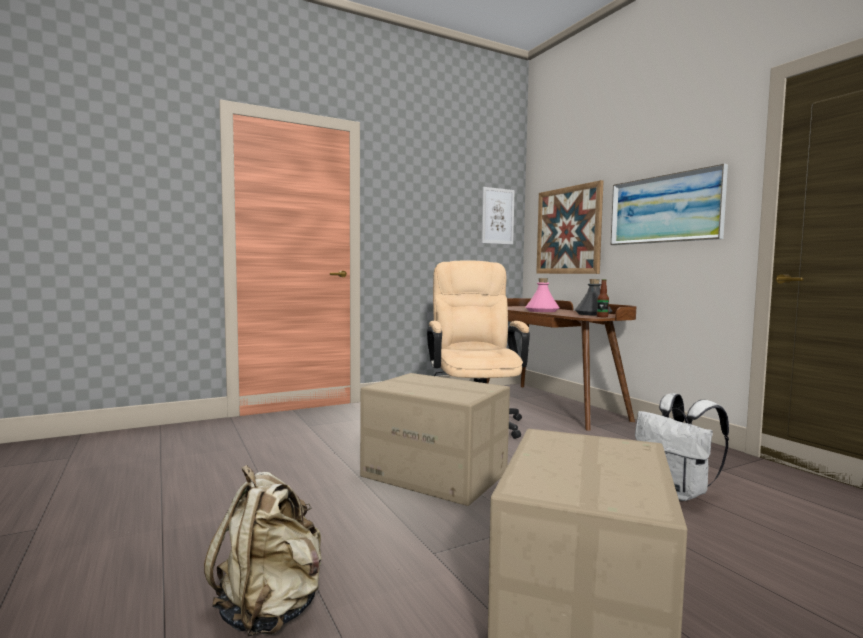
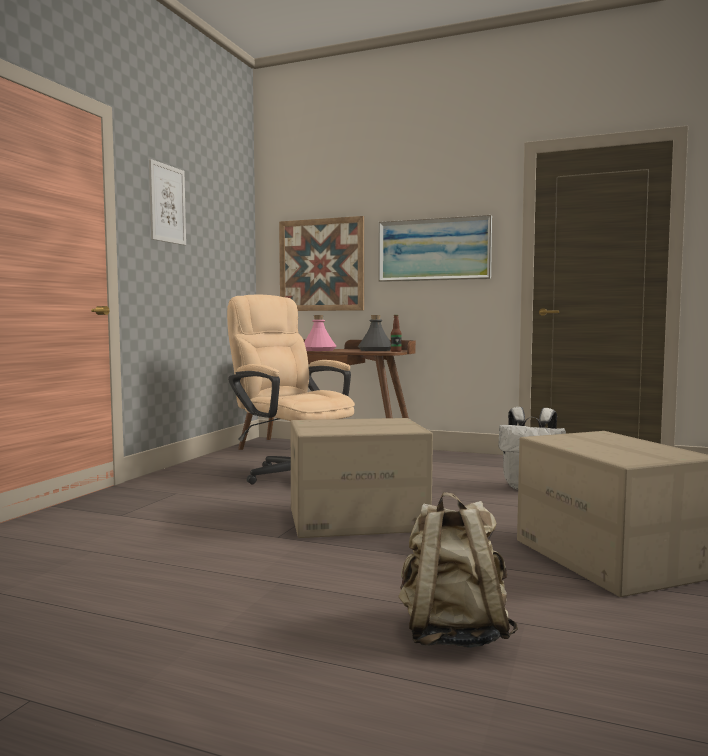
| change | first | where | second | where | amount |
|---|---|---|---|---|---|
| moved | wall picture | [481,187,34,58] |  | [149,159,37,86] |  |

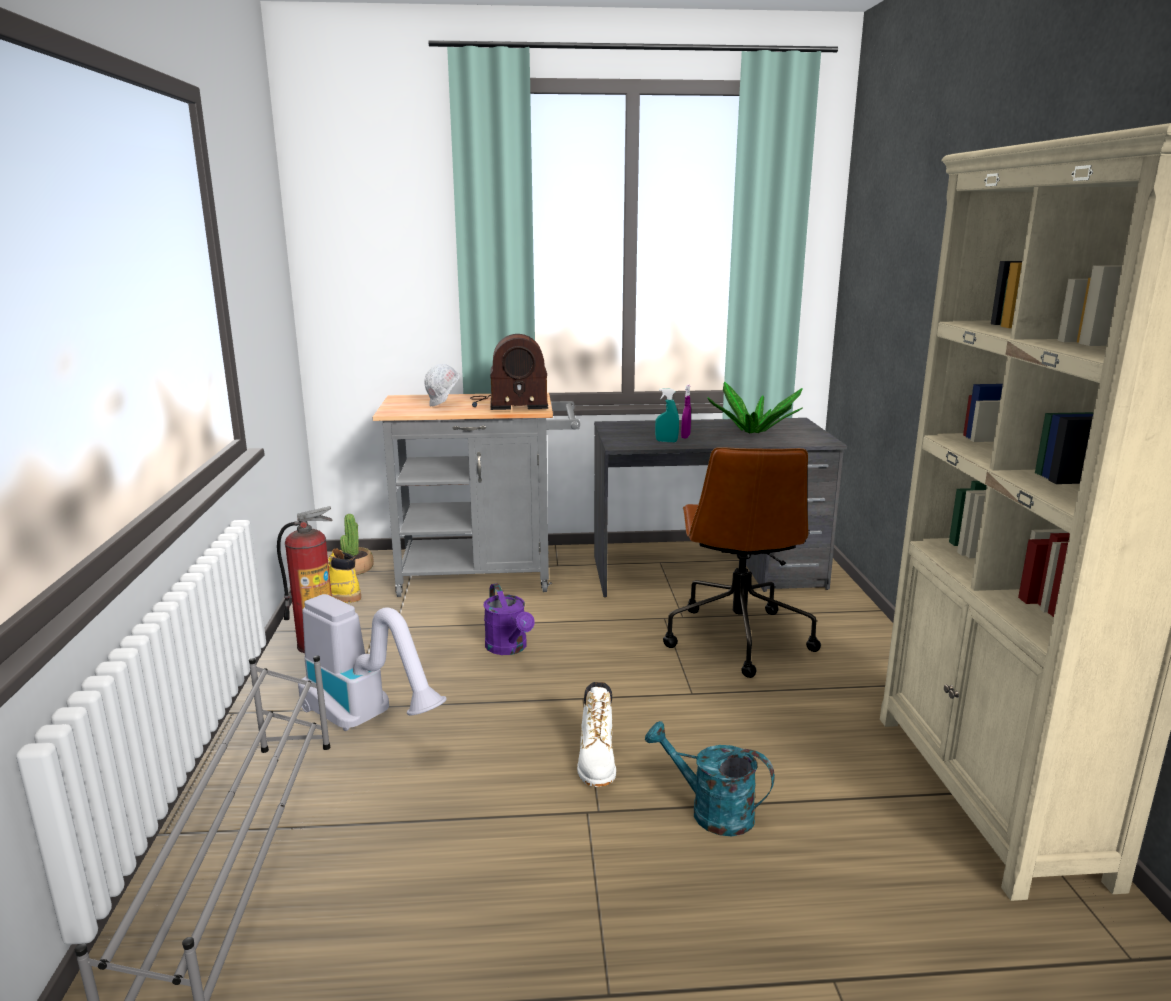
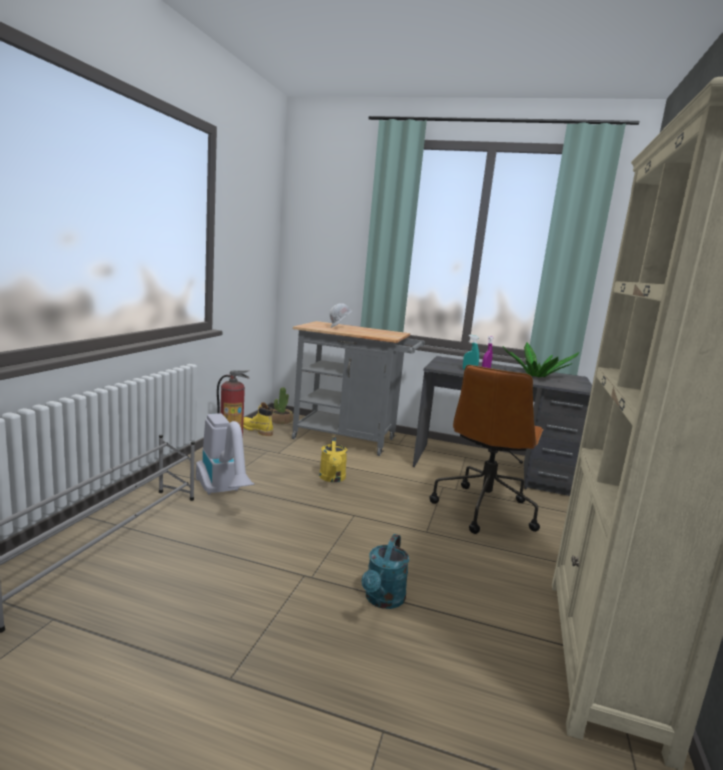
| change | first | where | second | where | amount |
|---|---|---|---|---|---|
| removed | radio receiver | [470,334,78,76] |  |  |  |
| recoloured | purple-coloured sprinkling can | [483,583,51,72] | yellowish sprinkling can | [319,437,28,45] |  |
| removed | white boot | [577,682,39,105] |  |  |  |
| turned | blue-green sprinkling can | [645,721,130,115] |  | [362,534,47,75] | 120 degrees counterclockwise |

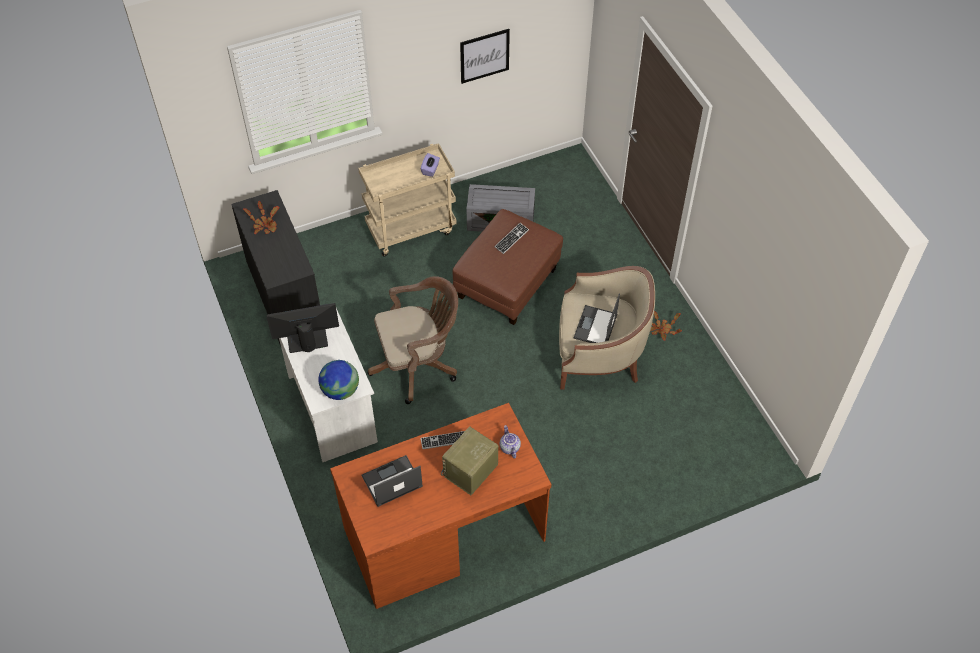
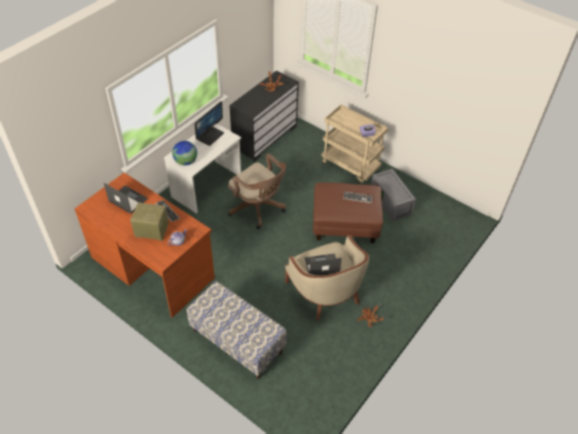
| change | first | where | second | where | amount |
|---|---|---|---|---|---|
| turned | monitor | [266,303,73,50] |  | [194,101,30,45] | 75 degrees clockwise |
| removed | wall picture | [460,29,50,55] |  |  |  |
| added |  |  | indoor bench | [187,281,100,98] |  |

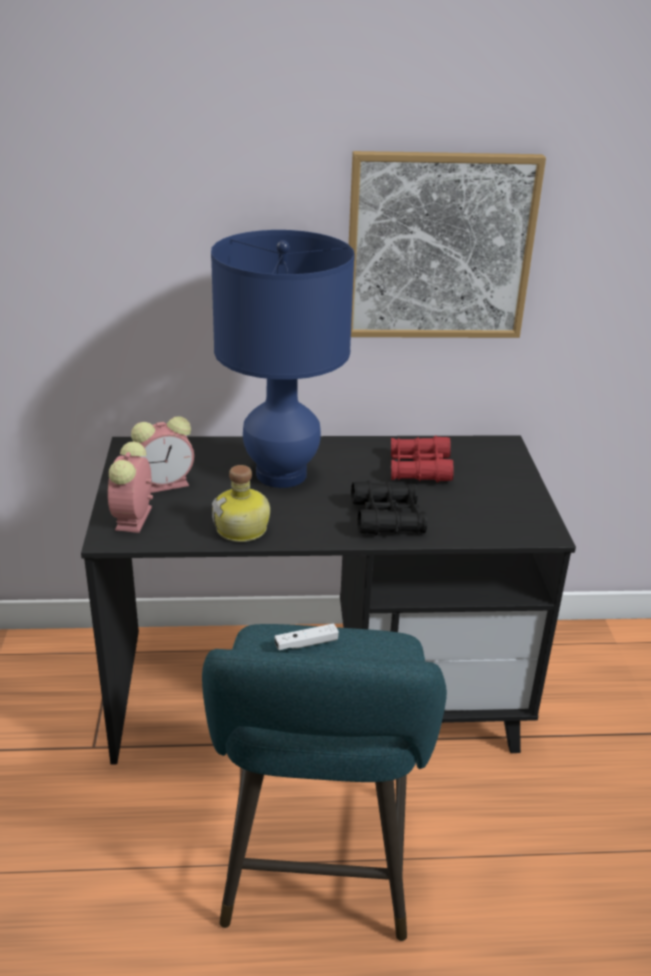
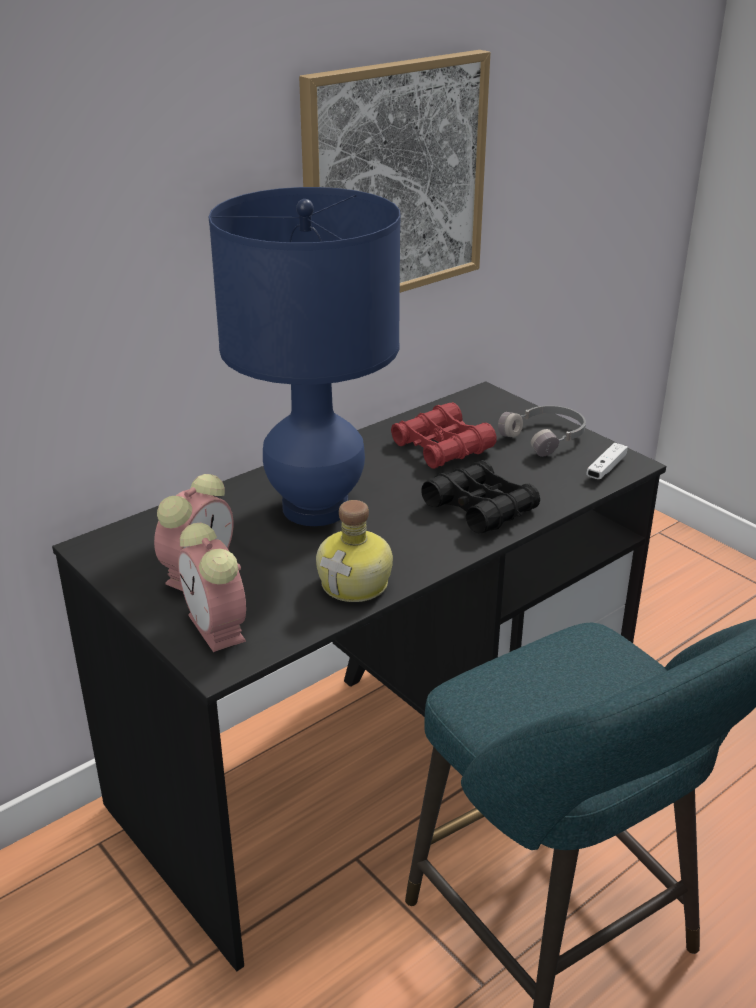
| change | first | where | second | where | amount |
|---|---|---|---|---|---|
| moved | white gamepad | [274,623,65,27] |  | [586,443,42,36] |  |
| added |  |  | gray pair of headphones | [498,405,88,52] |  |

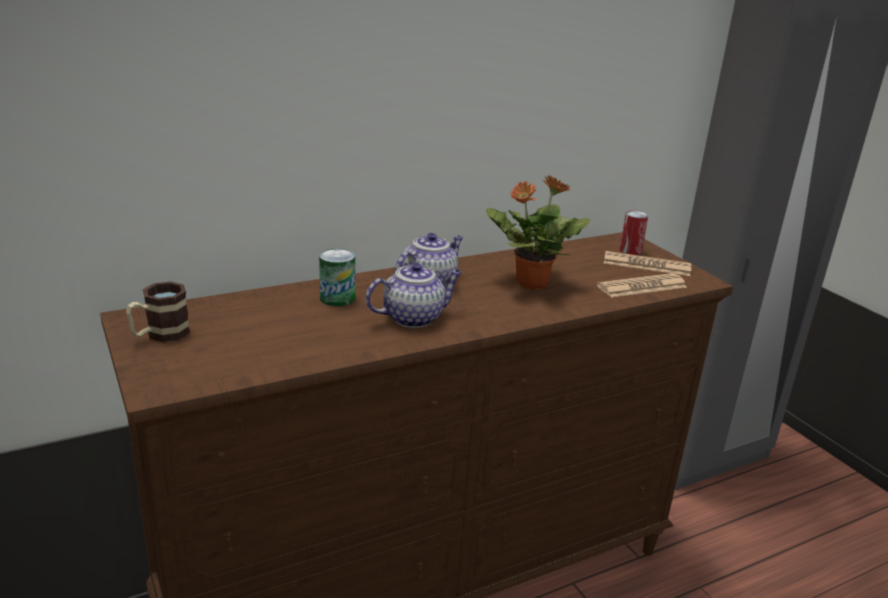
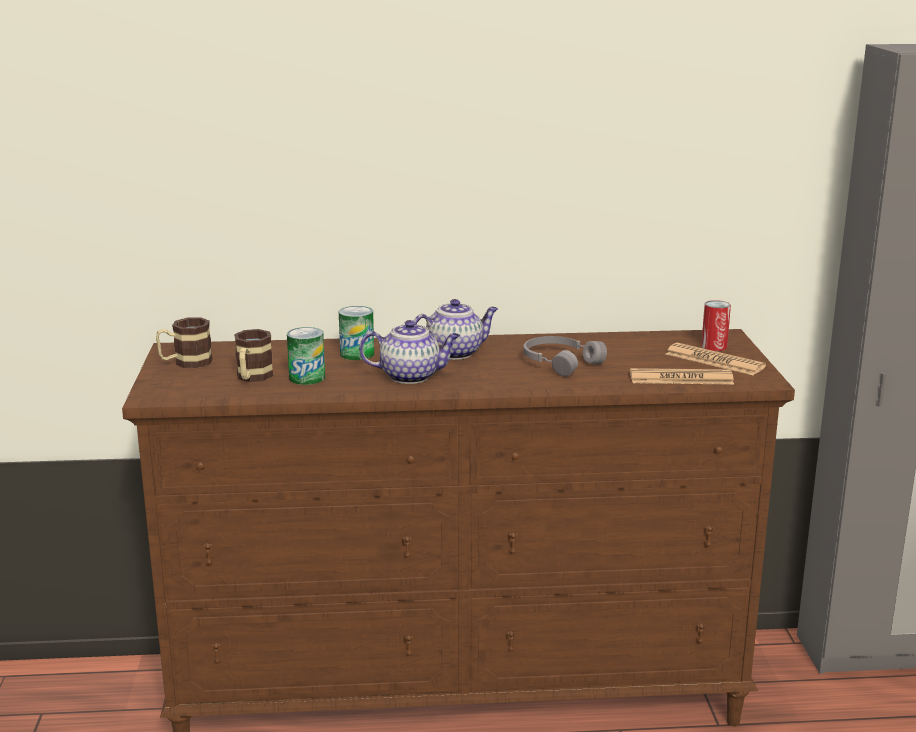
| change | first | where | second | where | amount |
|---|---|---|---|---|---|
| replaced | houseplant | [486,175,105,115] | gray pair of headphones | [523,336,84,40] |  |
| added |  |  | coffee mug | [234,329,40,53] |  |
| added |  |  | sealed can | [287,327,38,58] |  |

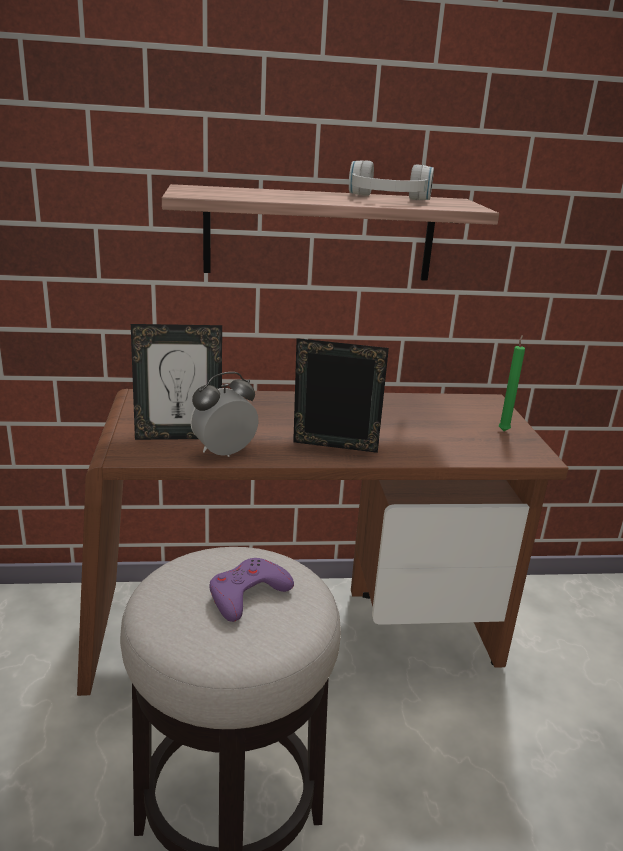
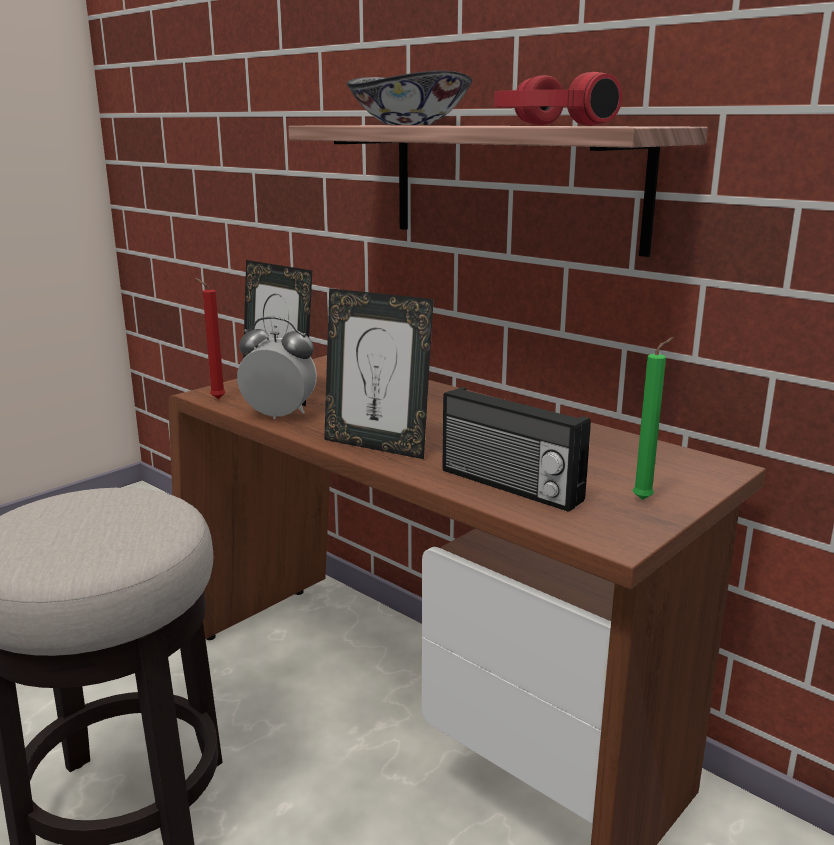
| change | first | where | second | where | amount |
|---|---|---|---|---|---|
| removed | purple-coloured gamepad | [209,558,85,64] |  |  |  |
| turned | standing frame | [293,338,96,115] |  | [324,288,110,171] | 150 degrees clockwise |
| recoloured | white pair of headphones | [349,160,85,40] | reddish pair of headphones | [494,72,128,53] |  |
| added |  |  | reddish wax candle | [195,278,30,121] |  |
| added |  |  | bowl | [346,71,126,54] |  |
| added |  |  | radio receiver | [442,387,149,125] |  |

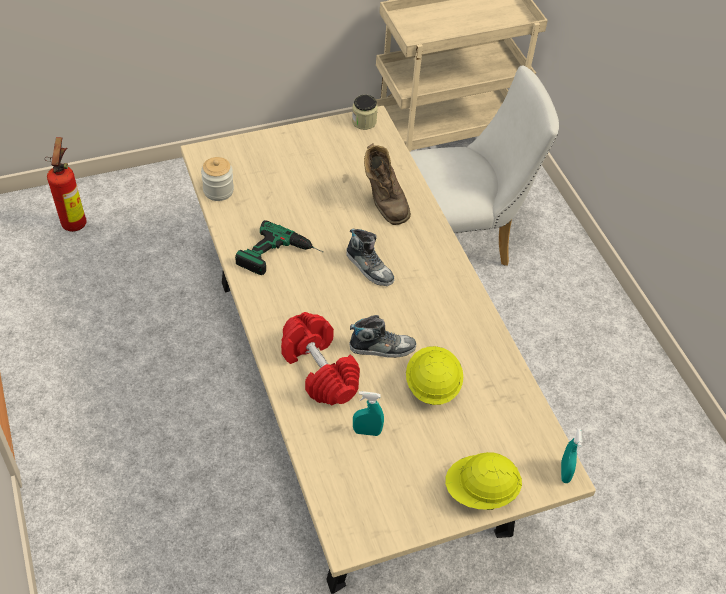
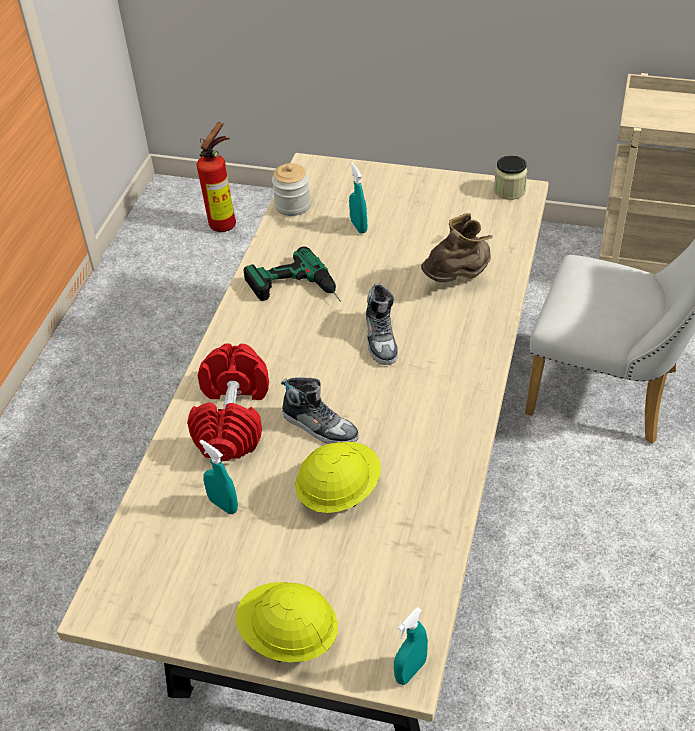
| change | first | where | second | where | amount |
|---|---|---|---|---|---|
| turned | brown boot | [364,143,47,82] |  | [421,213,71,69] | 150 degrees counterclockwise |
| added |  |  | blue-green spray bottle | [349,162,18,72] |  |

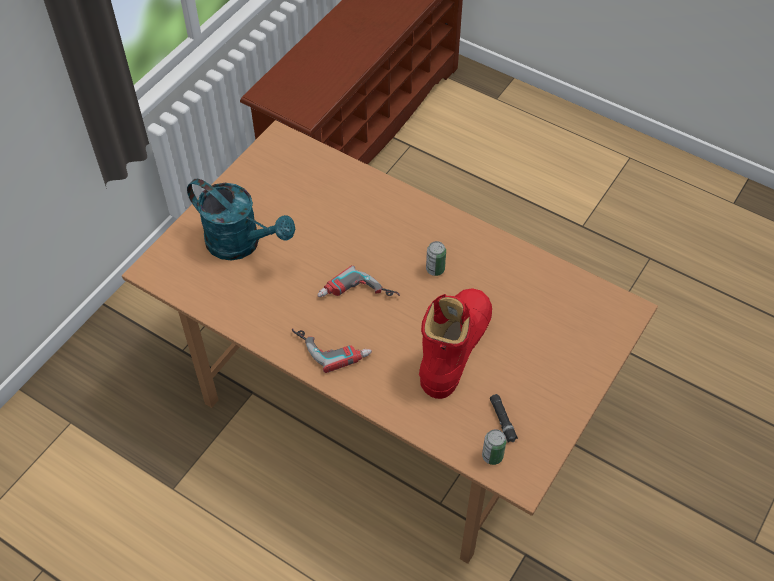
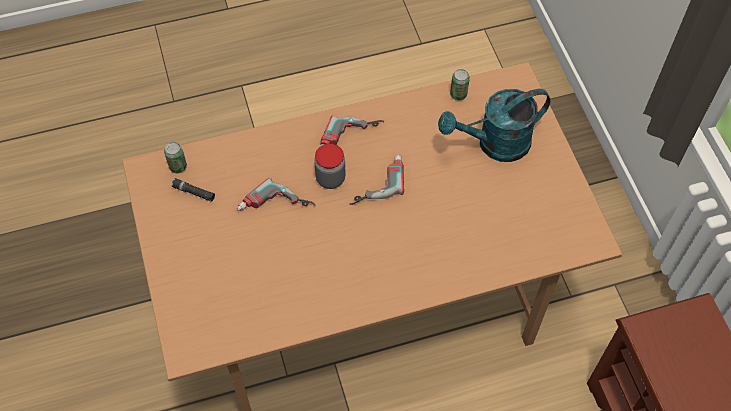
| change | first | where | second | where | amount |
|---|---|---|---|---|---|
| replaced | reddish boot | [419,288,73,111] | drill | [237,178,78,33] |  |
| moved | sealed can | [426,241,20,35] |  | [450,69,20,32] |  |
| added |  |  | storage jar | [314,144,32,45] |  |

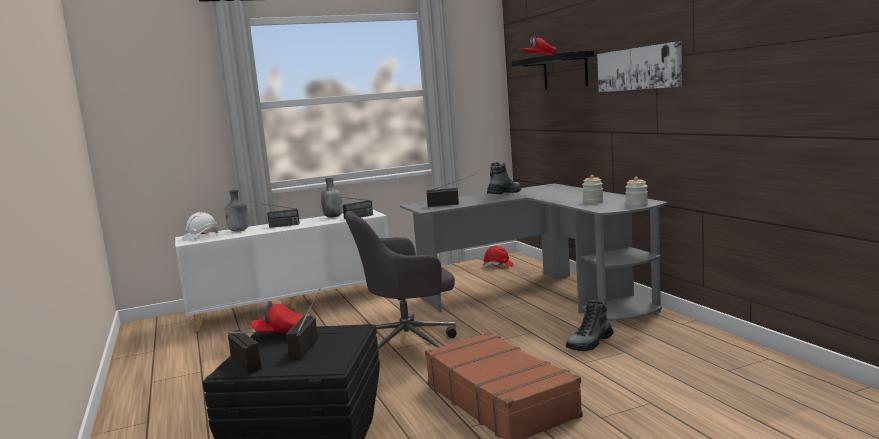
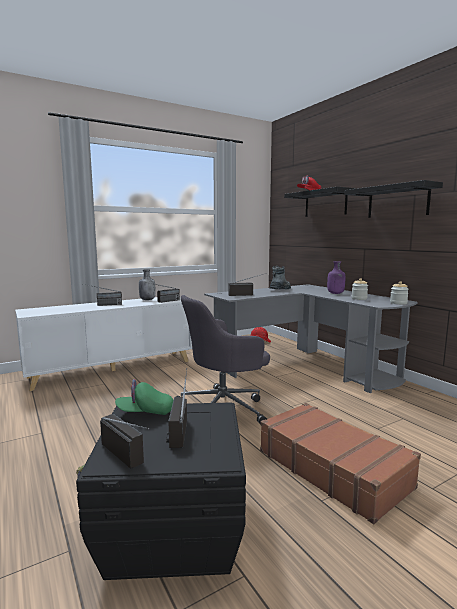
| change | first | where | second | where | amount |
|---|---|---|---|---|---|
| removed | white work helmet | [182,212,36,29] |  |  |  |
| removed | gray drink bottle | [225,190,24,42] |  |  |  |
| recoloured | reddish peaked cap | [251,301,52,32] | greenish peaked cap | [115,379,59,36] |  |
| removed | boot | [566,300,48,51] |  |  |  |
| replaced | wall picture | [597,41,85,51] | black bracket shelf | [344,180,99,38] |  |
| added |  |  | purple-coloured drink bottle | [327,261,18,33] |  |

